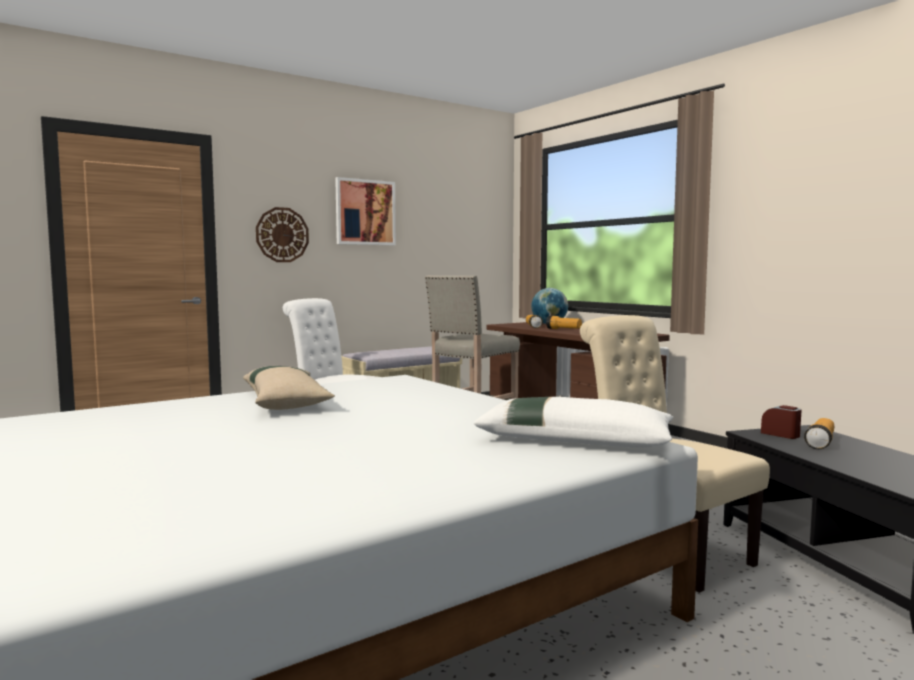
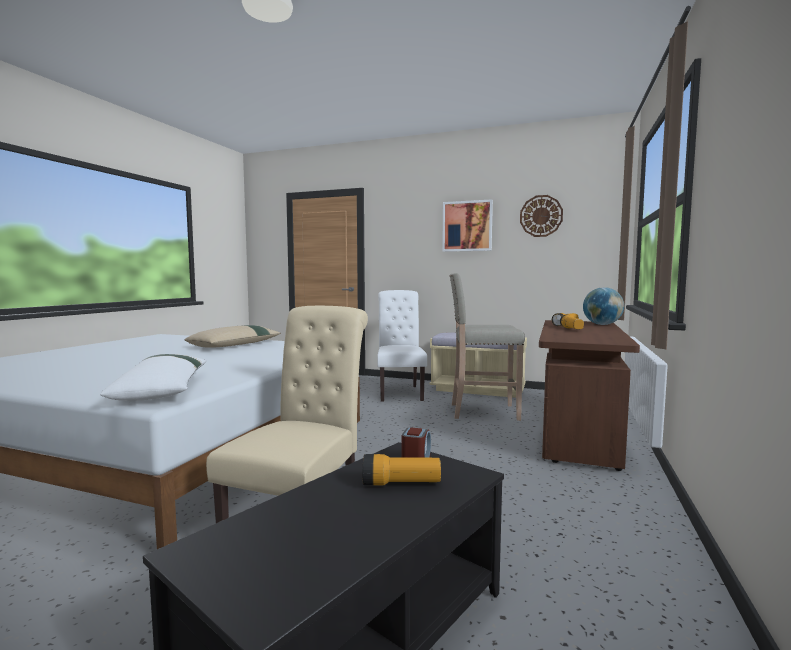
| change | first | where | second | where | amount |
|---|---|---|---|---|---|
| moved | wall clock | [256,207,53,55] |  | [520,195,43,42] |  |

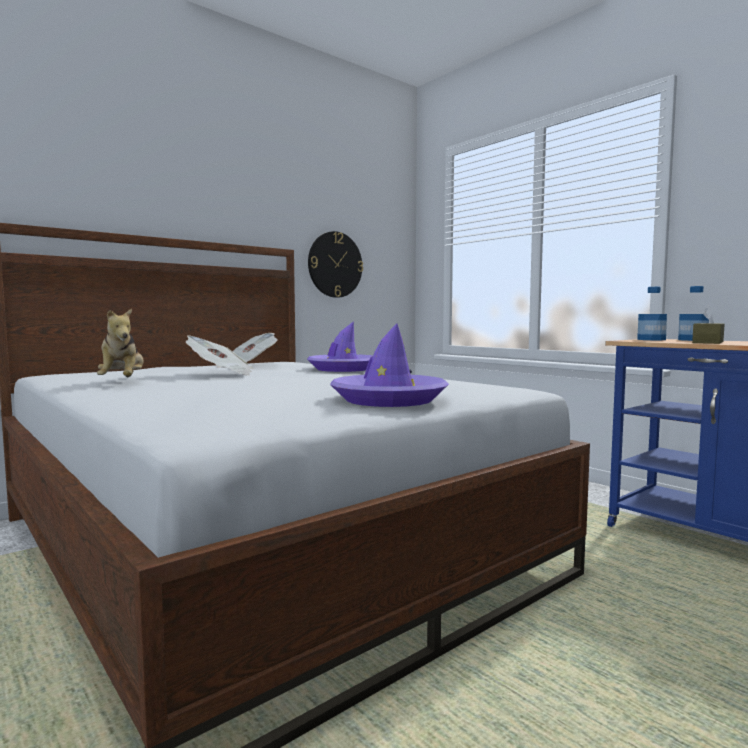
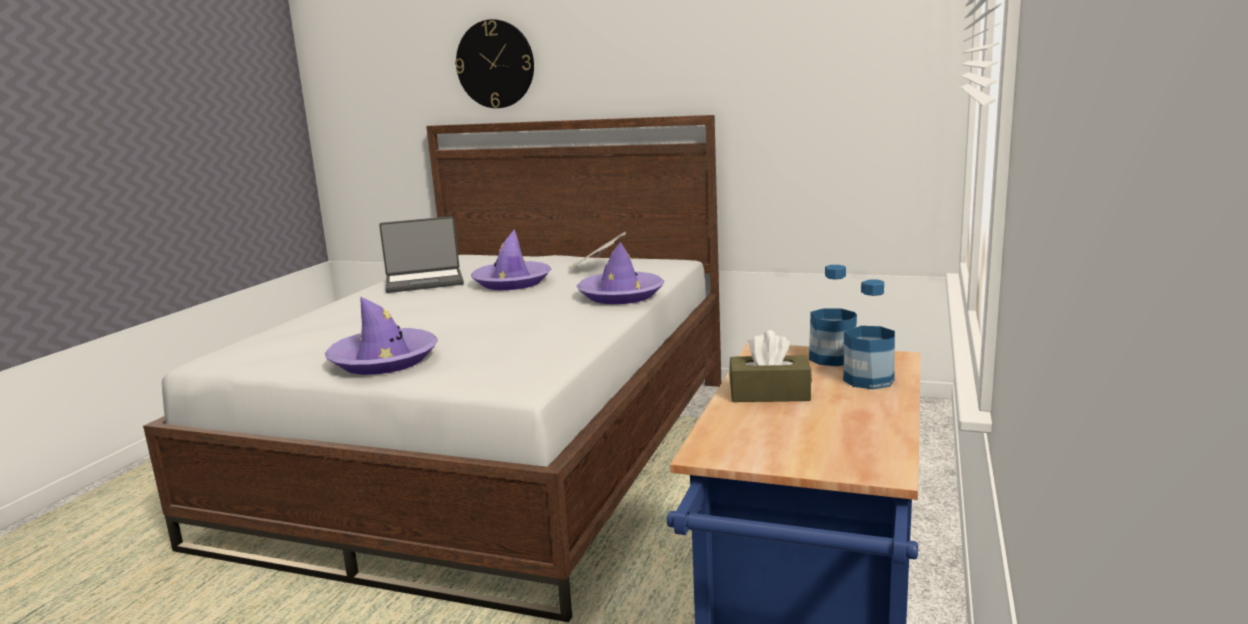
| change | first | where | second | where | amount |
|---|---|---|---|---|---|
| replaced | cuddly toy | [97,308,47,69] | portable computer | [379,216,85,77] |  |
| replaced | newspaper | [185,335,68,41] | purple-coloured wearable hat | [471,229,80,61] |  |
| moved | wall clock | [308,231,55,67] |  | [455,19,79,89] |  |

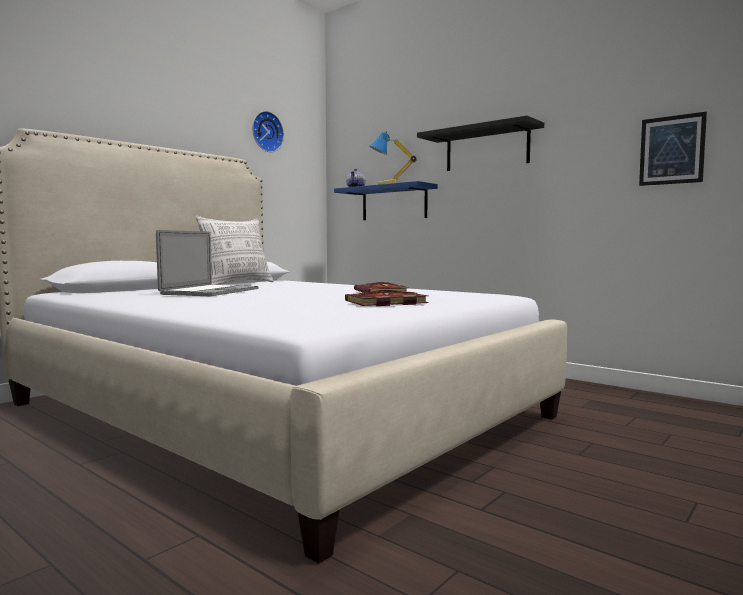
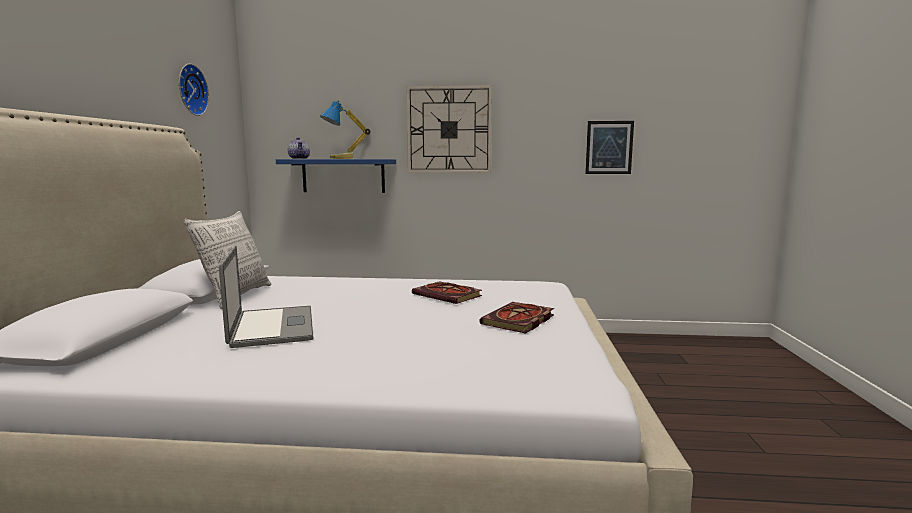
| change | first | where | second | where | amount |
|---|---|---|---|---|---|
| replaced | black bracket shelf | [417,115,127,56] | wall clock | [406,85,86,88] |  |

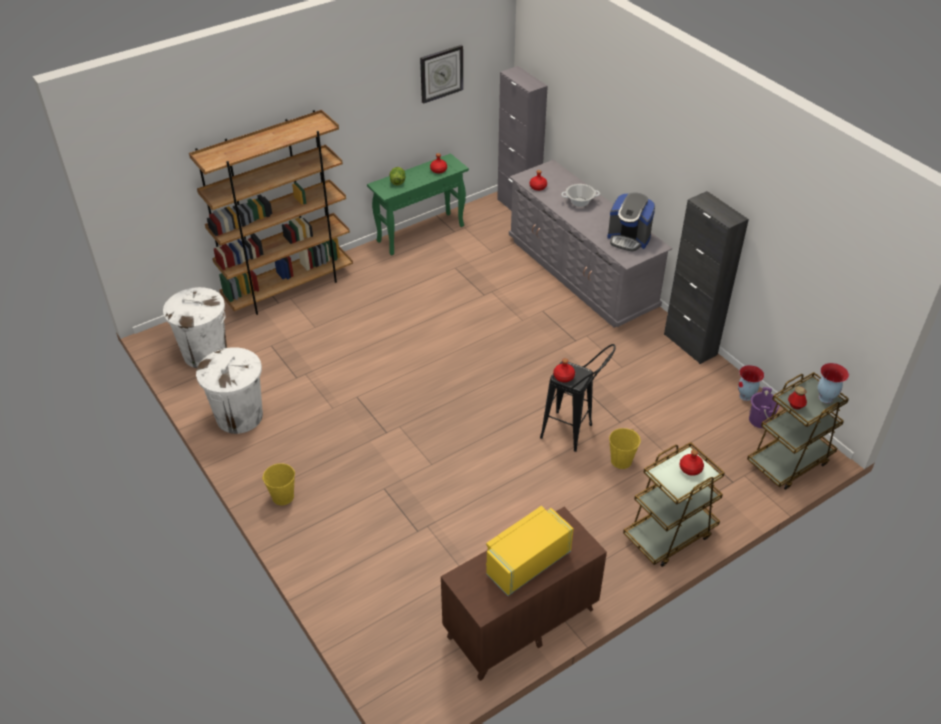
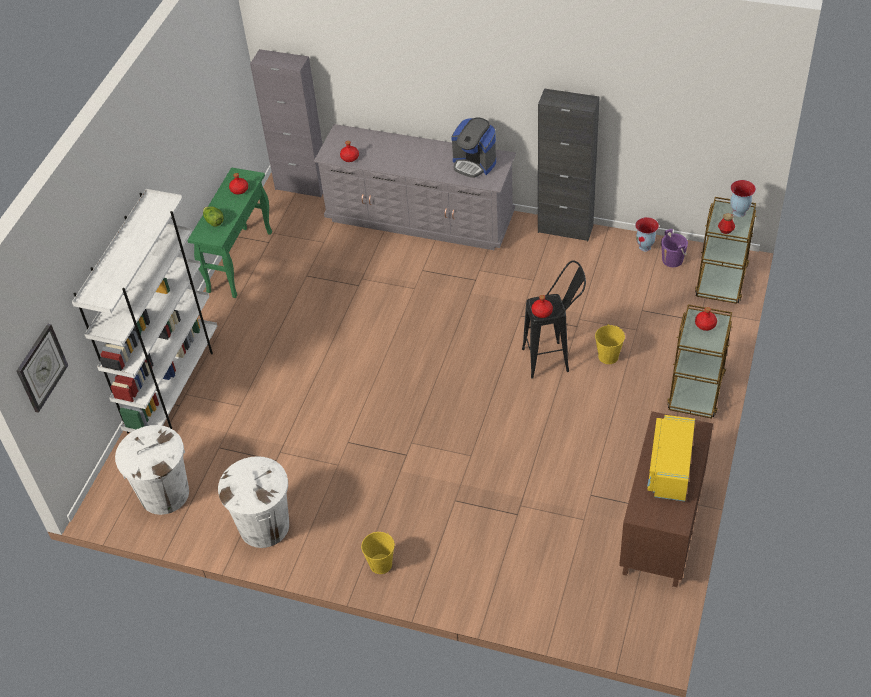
| change | first | where | second | where | amount |
|---|---|---|---|---|---|
| recoloured | brown bookcase | [189,110,164,205] | white bookcase | [72,189,145,244] |  |
| moved | wall clock | [420,45,43,59] |  | [17,324,51,89] |  |
| removed | saucepot | [561,184,39,23] |  |  |  |
| turned | coffee machine | [607,193,48,59] |  | [451,118,45,60] | 45 degrees clockwise |

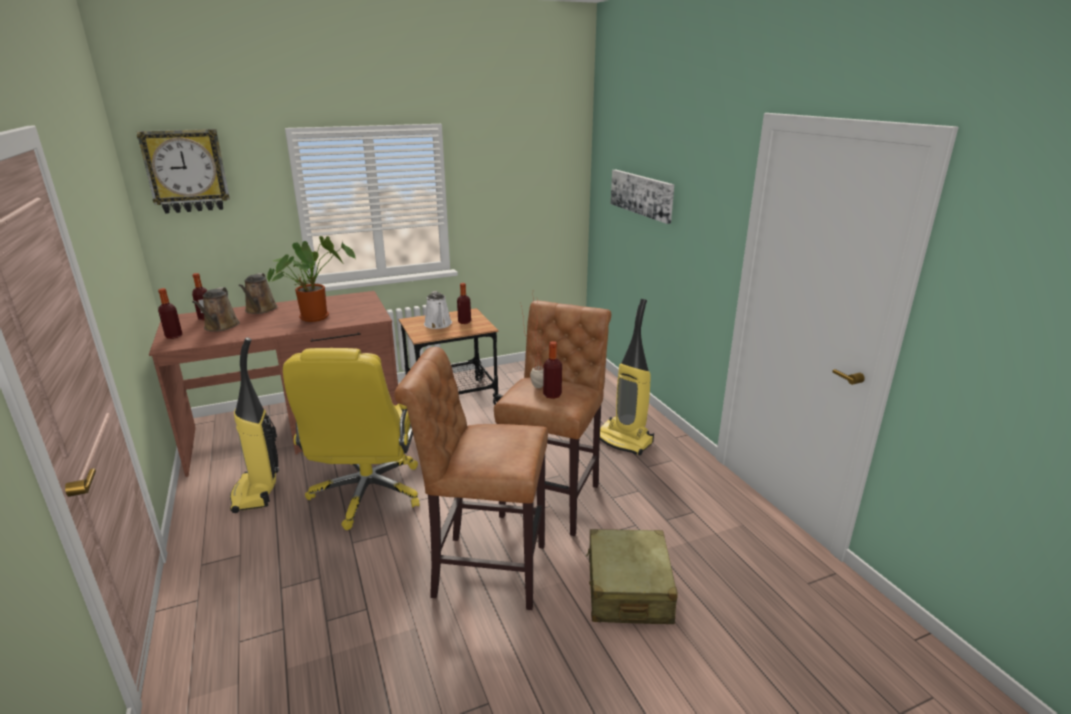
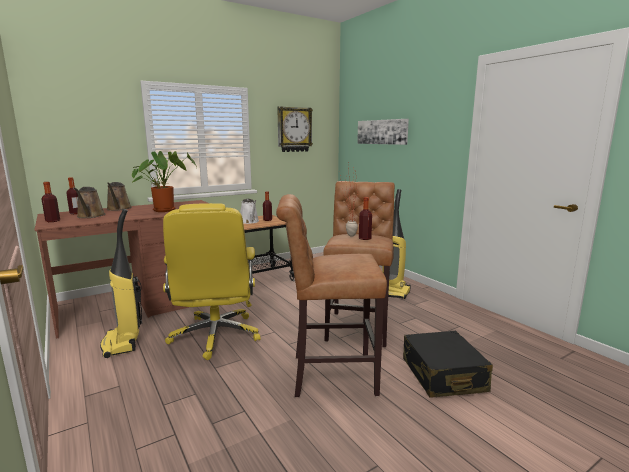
| change | first | where | second | where | amount |
|---|---|---|---|---|---|
| moved | wall clock | [137,129,93,85] |  | [277,106,36,46] |  |
| recoloured | beige piece of luggage | [586,529,92,95] | black piece of luggage | [403,331,90,66] |  |

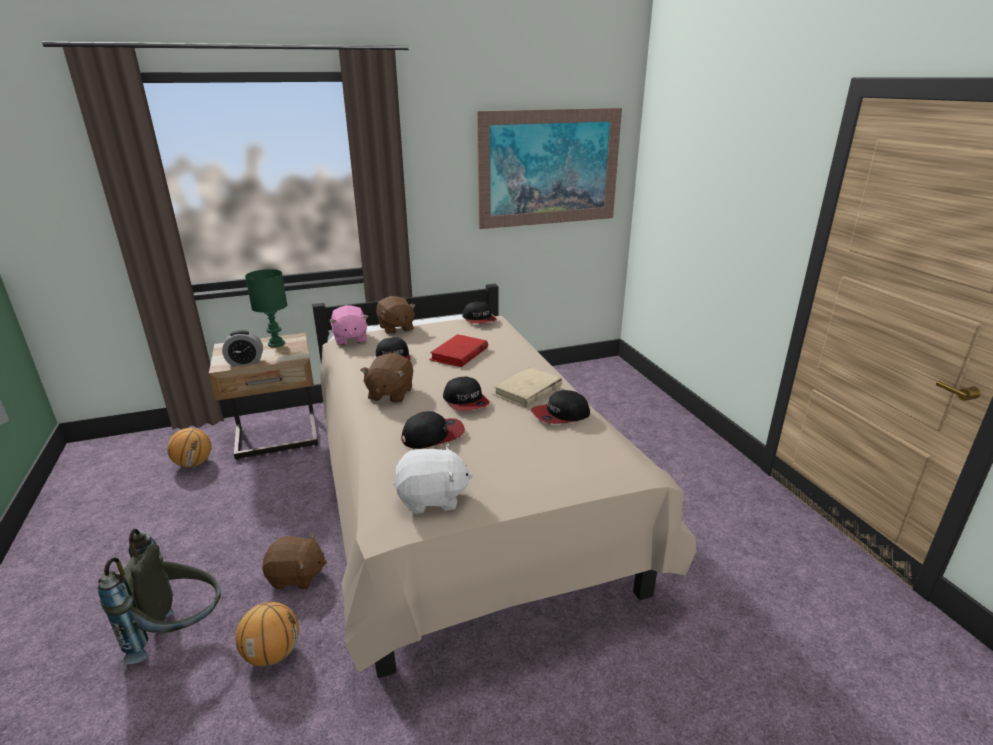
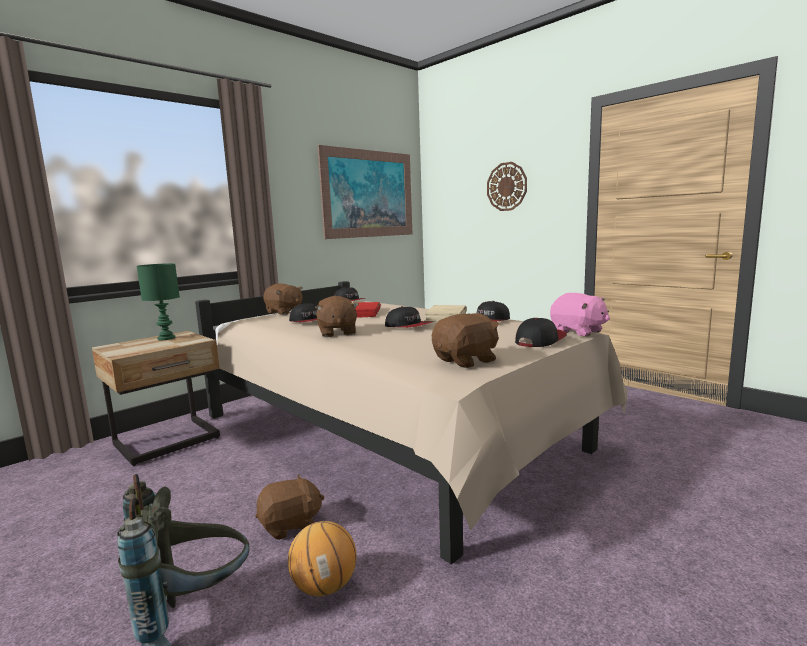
| change | first | where | second | where | amount |
|---|---|---|---|---|---|
| removed | basketball ball | [167,428,45,39] |  |  |  |
| removed | table clock | [222,330,41,36] |  |  |  |
| moved | pink cuddly toy | [329,305,39,41] |  | [550,293,60,44] |  |
| recoloured | white cuddly toy | [393,444,80,70] | brown cuddly toy | [432,313,68,55] |  |
| moved | peaked cap | [401,411,64,38] |  | [515,318,52,29] |  |
| added |  |  | wall clock | [487,162,40,49] |  |

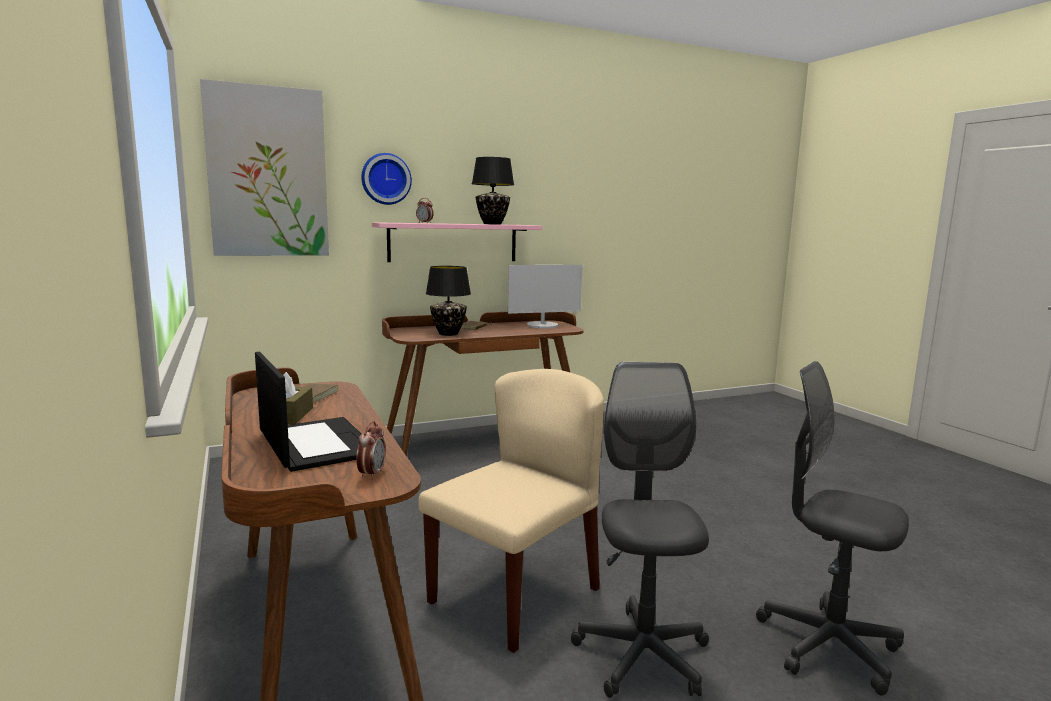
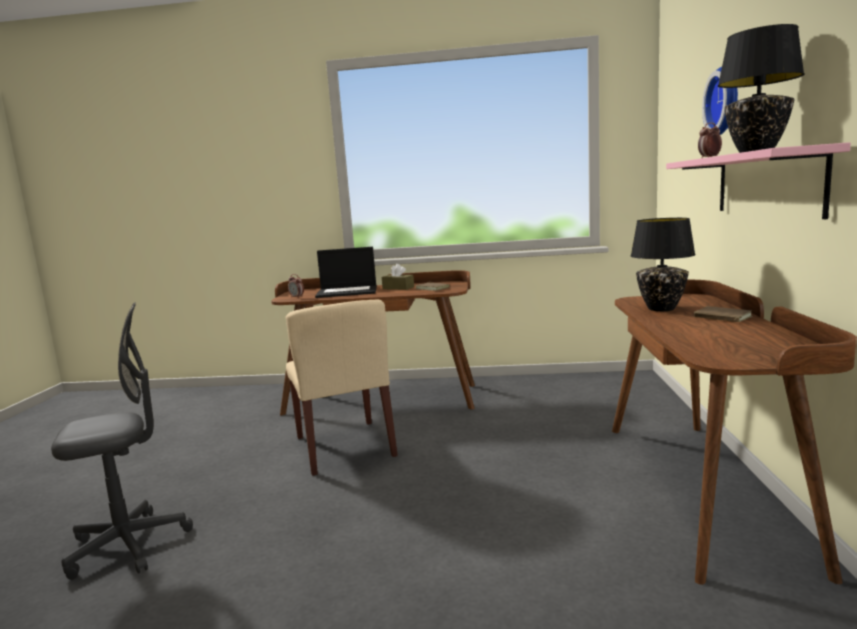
| change | first | where | second | where | amount |
|---|---|---|---|---|---|
| removed | wall picture | [200,79,129,177] |  |  |  |
| removed | monitor | [508,265,75,63] |  |  |  |
| removed | gray desk chair | [571,362,138,336] |  |  |  |

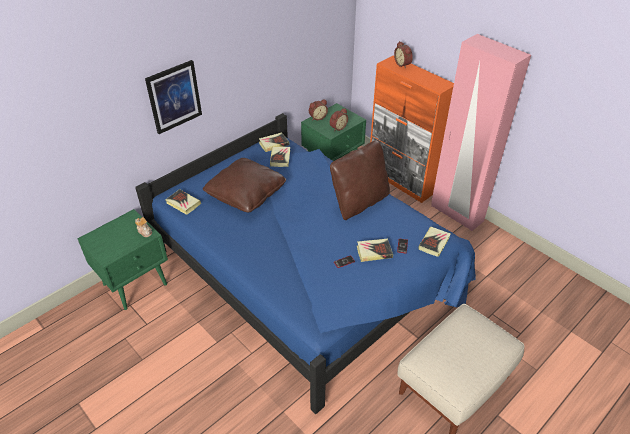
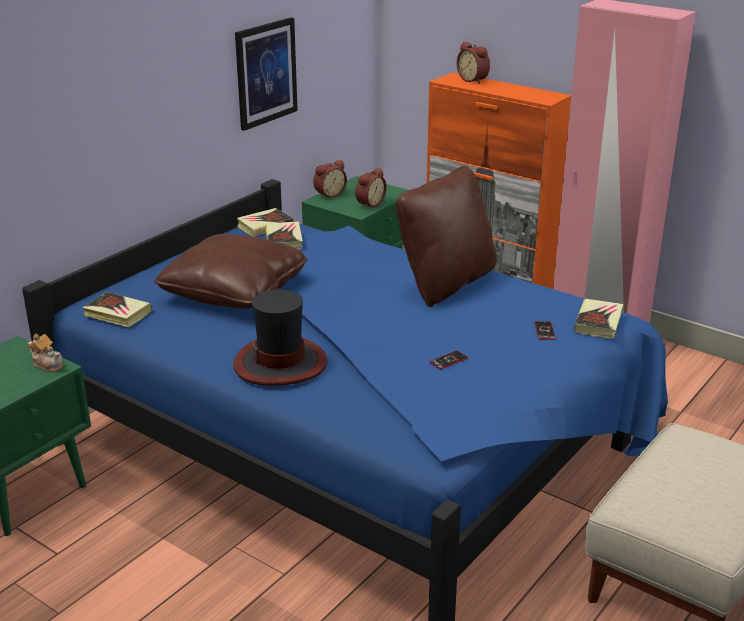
| change | first | where | second | where | amount |
|---|---|---|---|---|---|
| moved | wall picture | [145,60,57,74] |  | [235,17,63,114] |  |
| removed | volume | [357,239,36,23] |  |  |  |
| added |  |  | wearable hat | [234,290,93,96] |  |

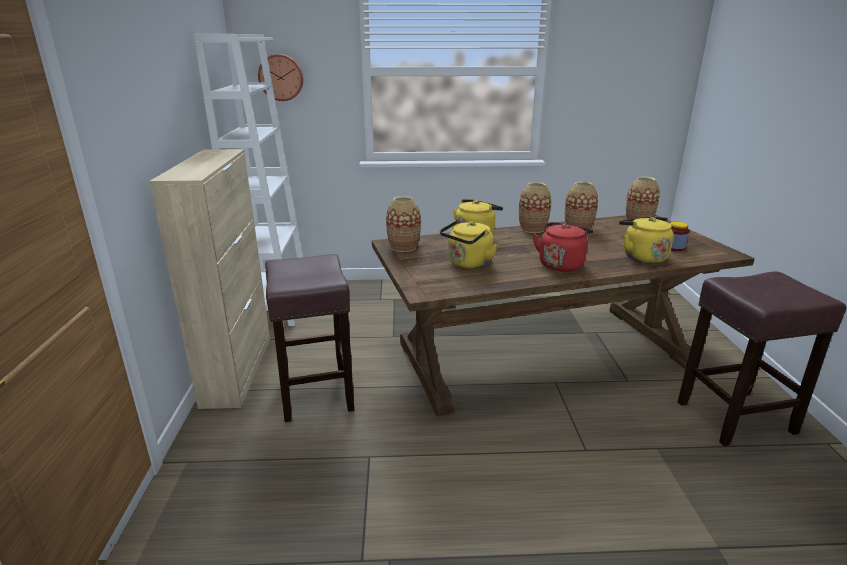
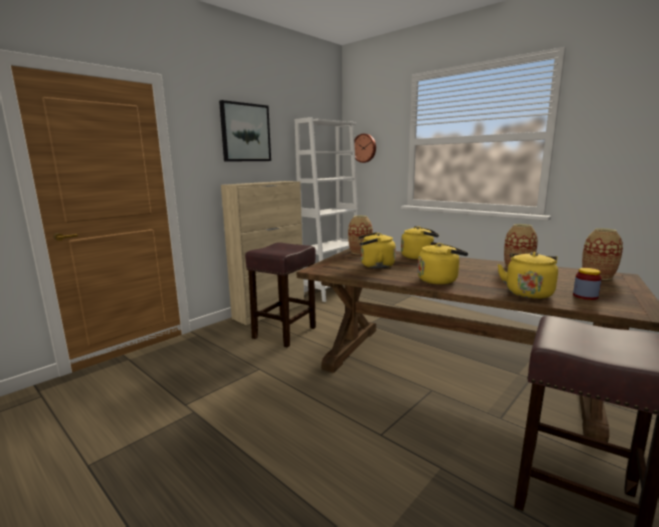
| change | first | where | second | where | amount |
|---|---|---|---|---|---|
| removed | flower vase | [519,182,32,51] |  |  |  |
| recoloured | reddish kettle | [533,222,61,50] | yellowish kettle | [418,242,50,42] |  |
| added |  |  | wall picture | [219,100,52,62] |  |

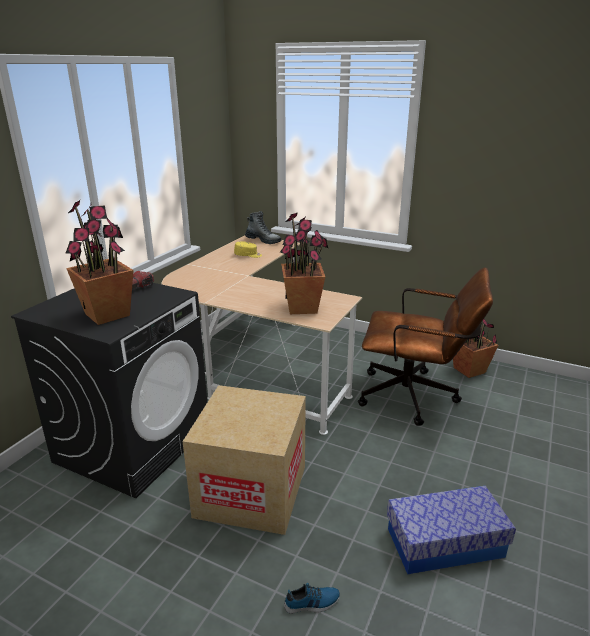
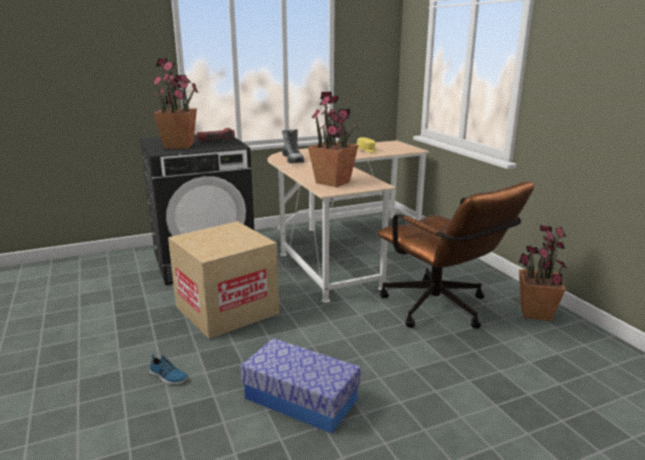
| change | first | where | second | where | amount |
|---|---|---|---|---|---|
| moved | boot | [245,211,36,33] |  | [282,129,22,34] |  |

